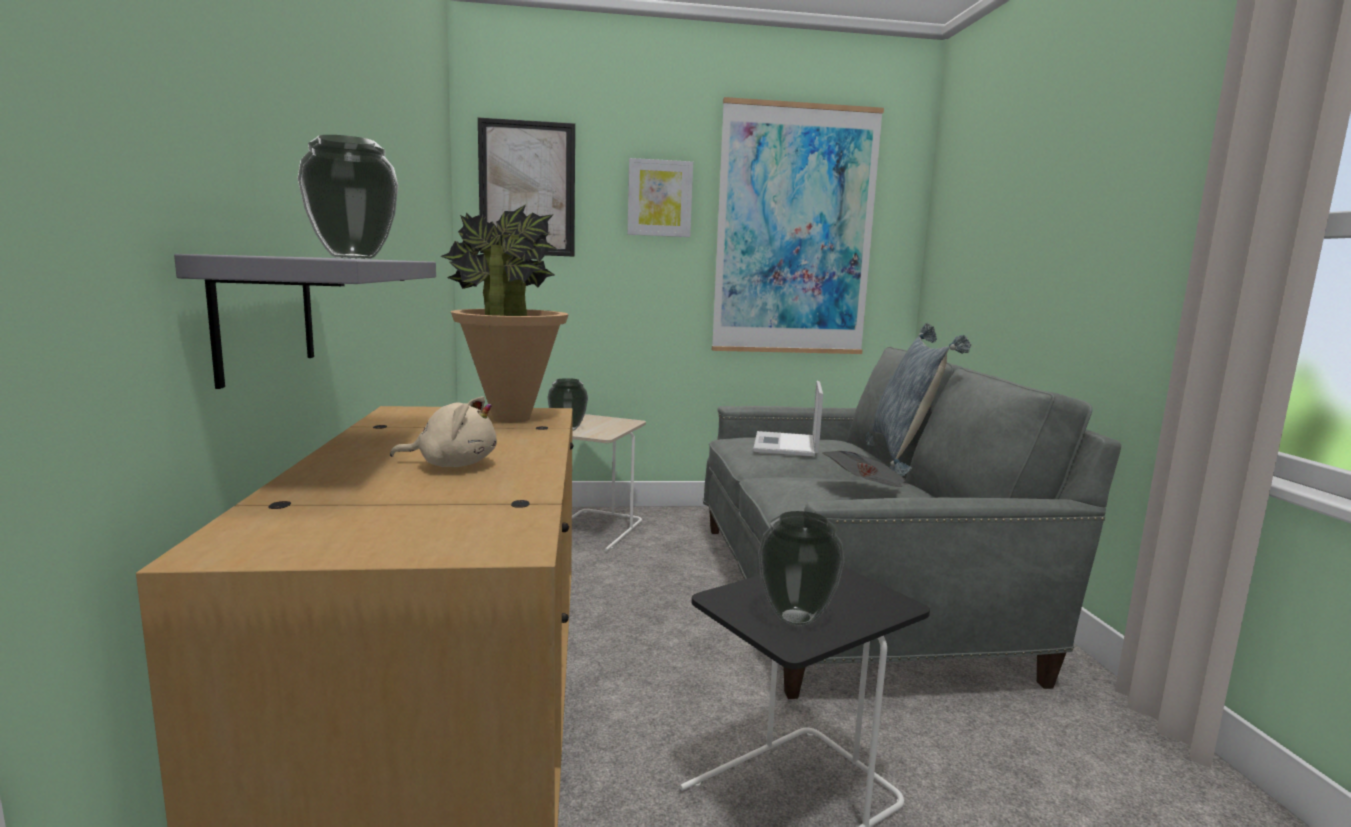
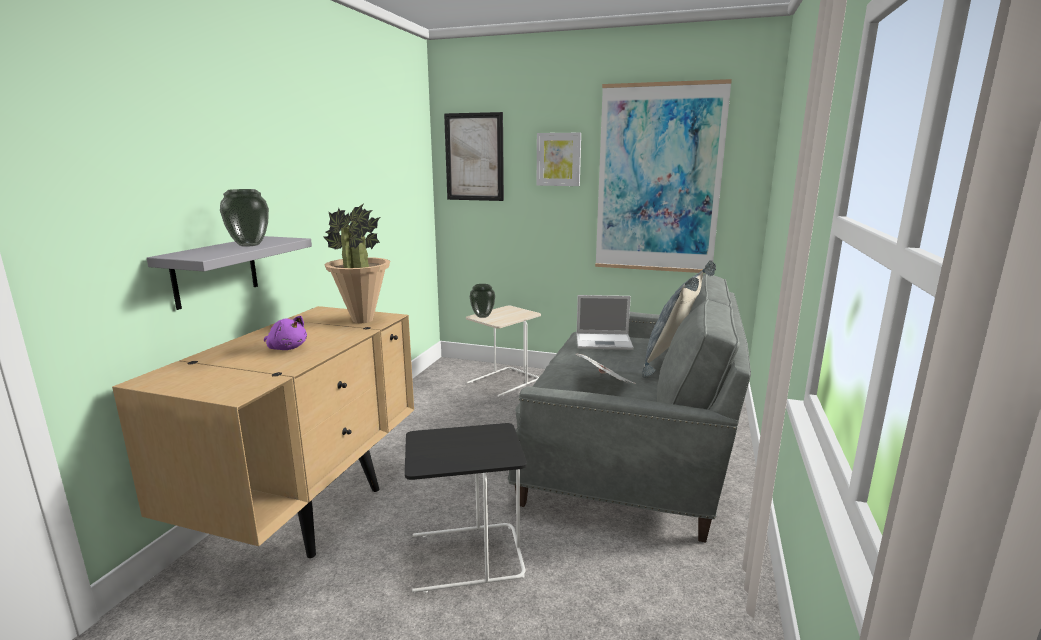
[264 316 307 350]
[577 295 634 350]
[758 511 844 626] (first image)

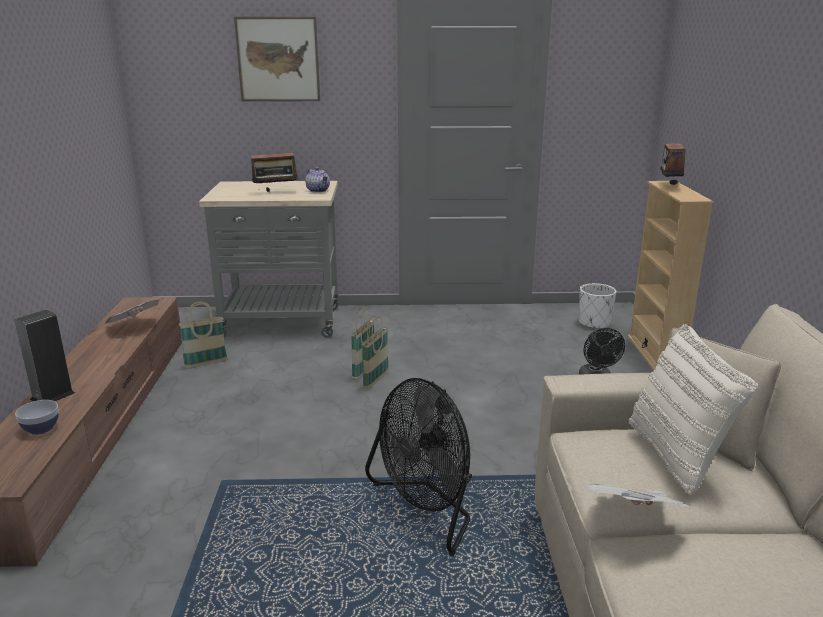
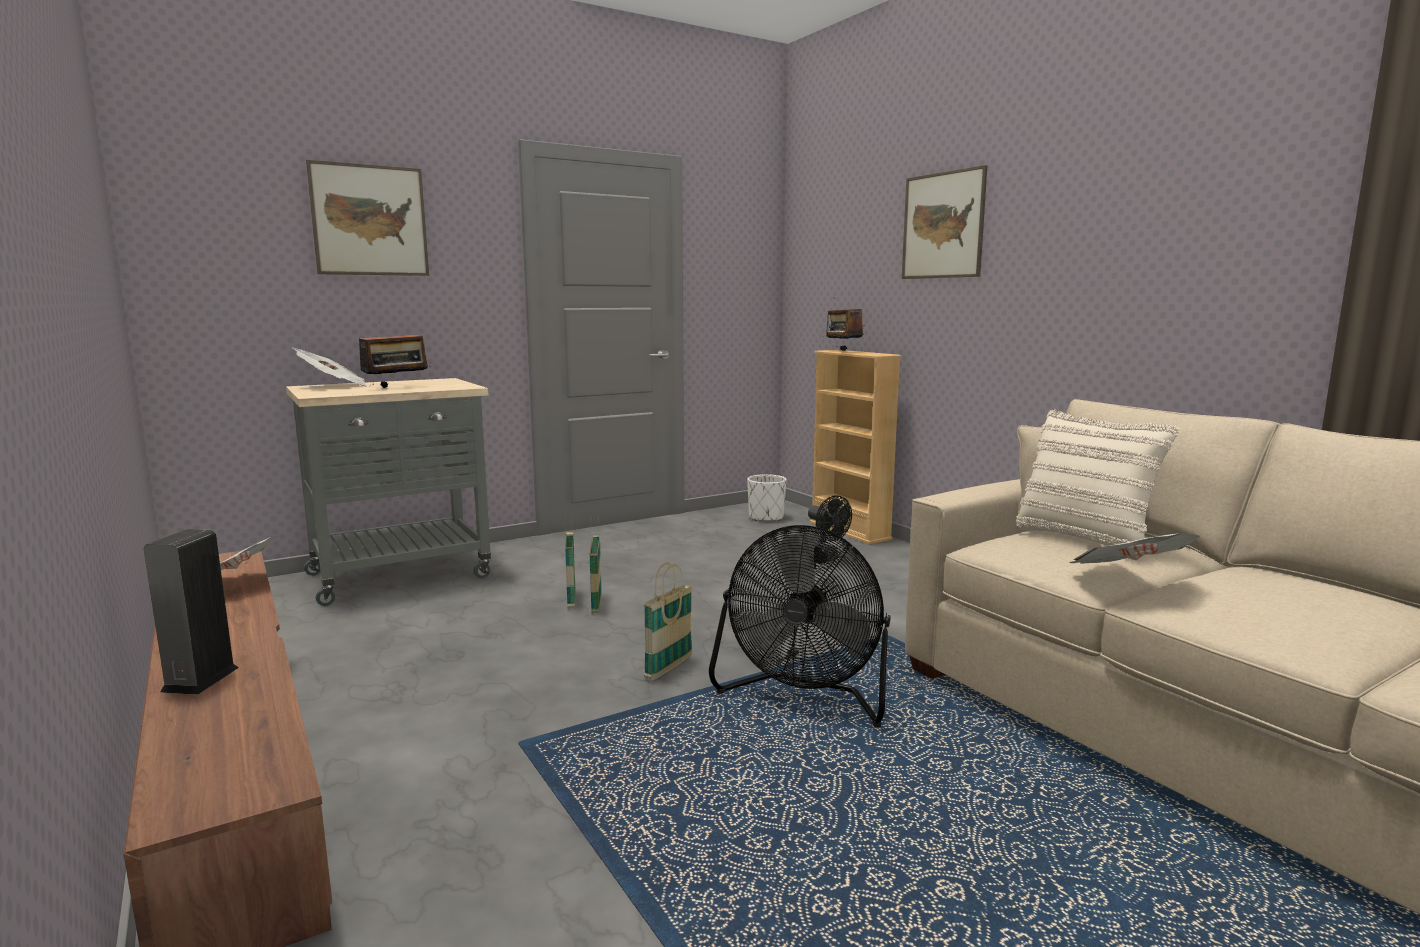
[15 400 59 435] (first image)
[644 562 692 680]
[305 167 330 193] (first image)
[293 348 368 387]
[902 165 987 279]

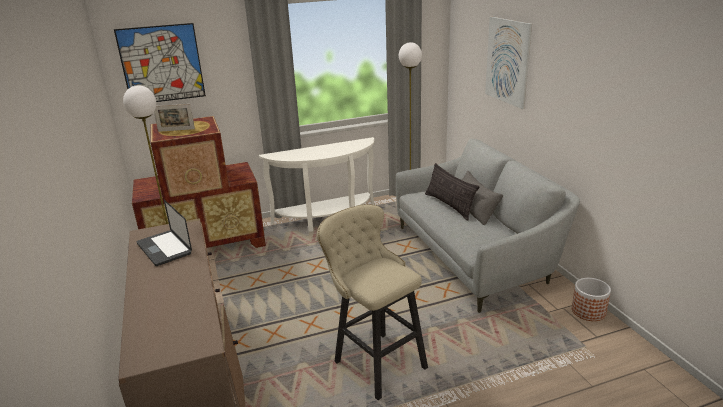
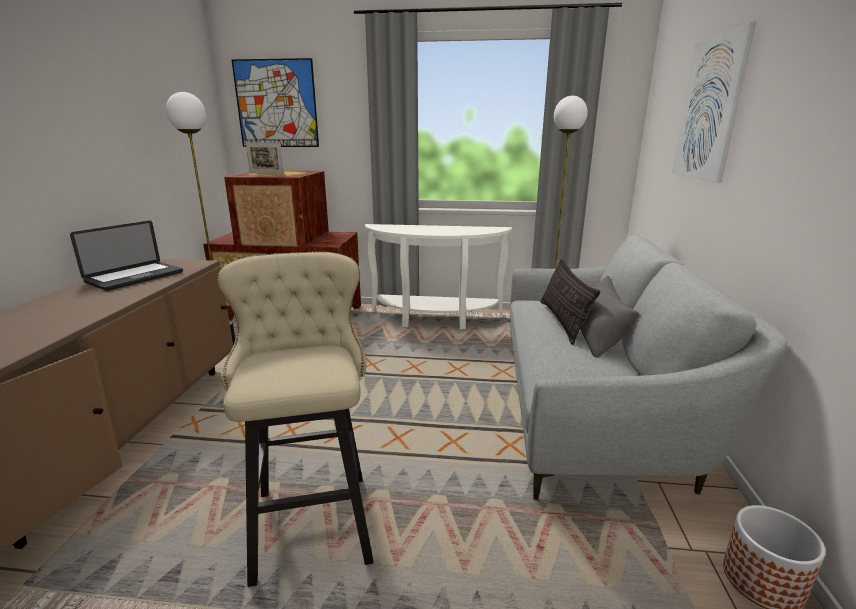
[70 221 183 291]

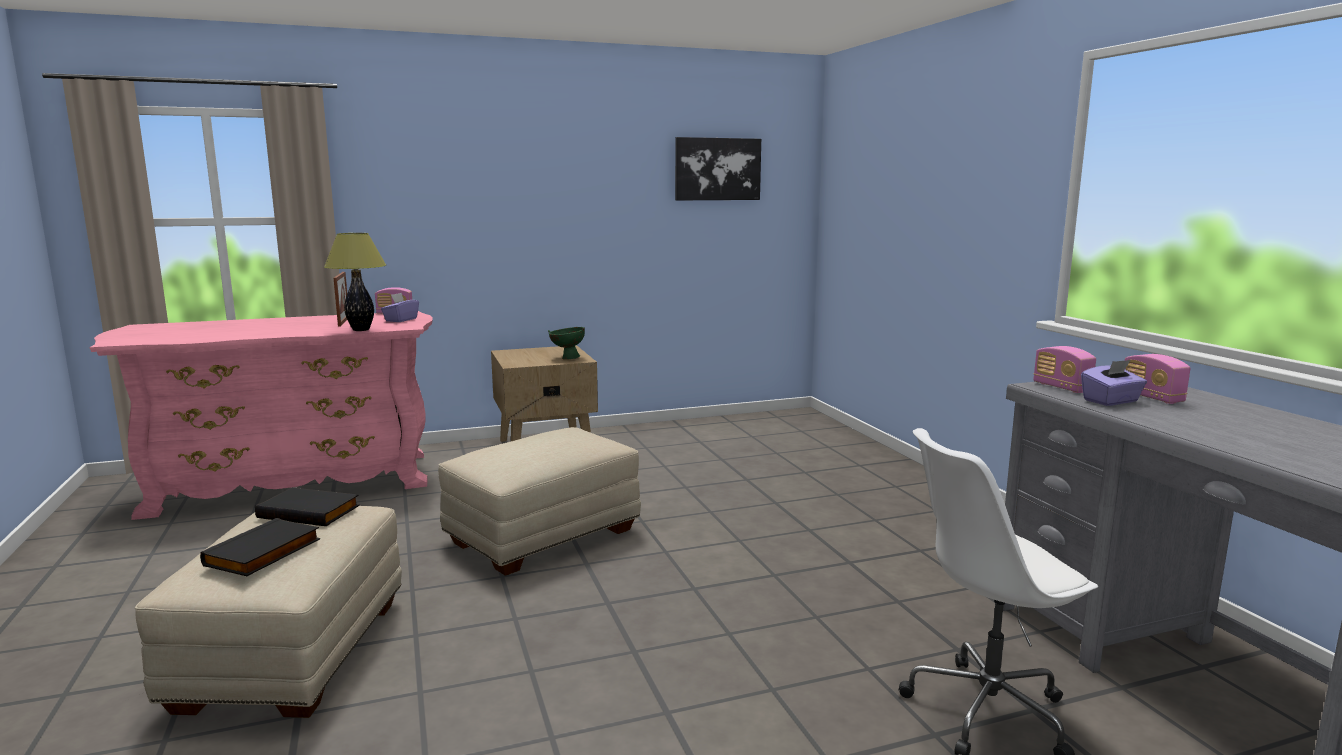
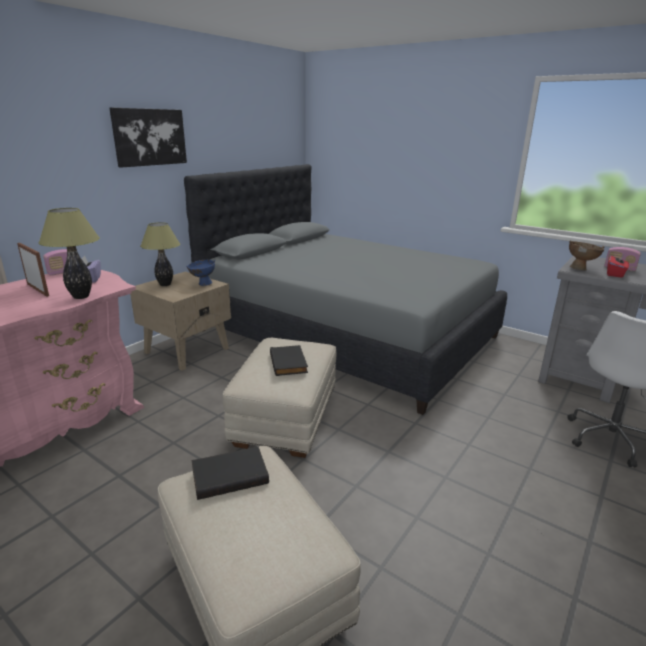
[270 345 308 376]
[186 259 215 286]
[109 108 187 168]
[569 241 605 271]
[607 254 629 278]
[140 222 180 286]
[184 164 507 415]

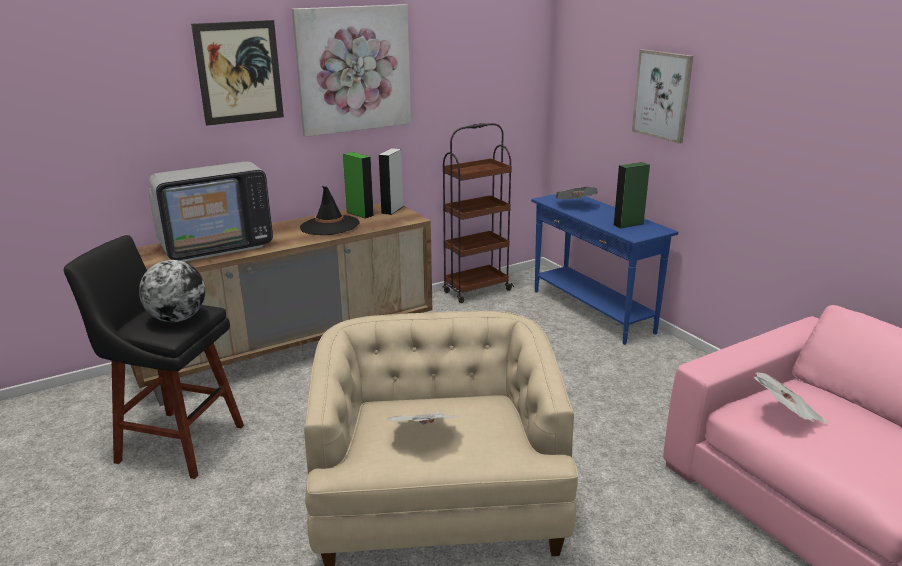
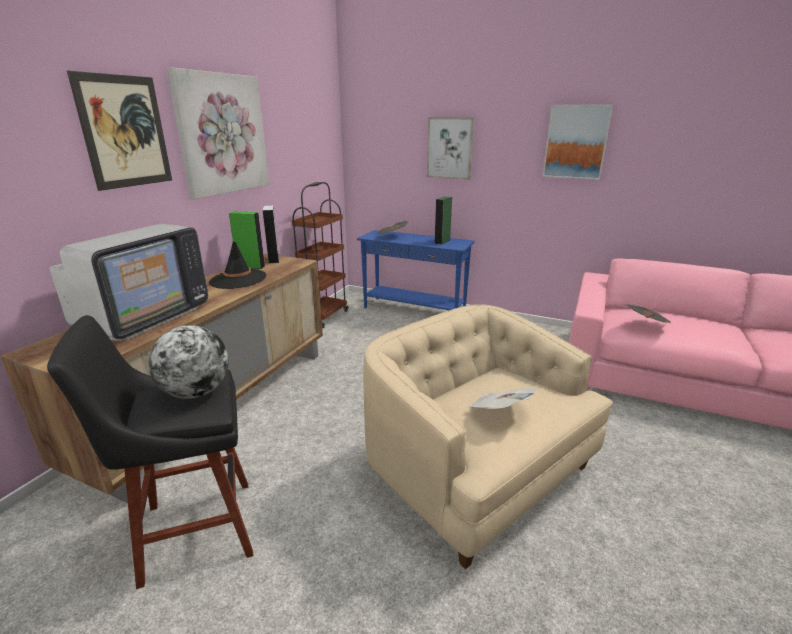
[542 104 613 180]

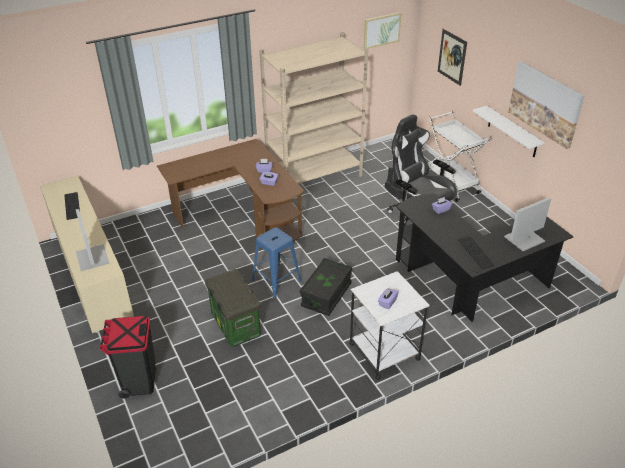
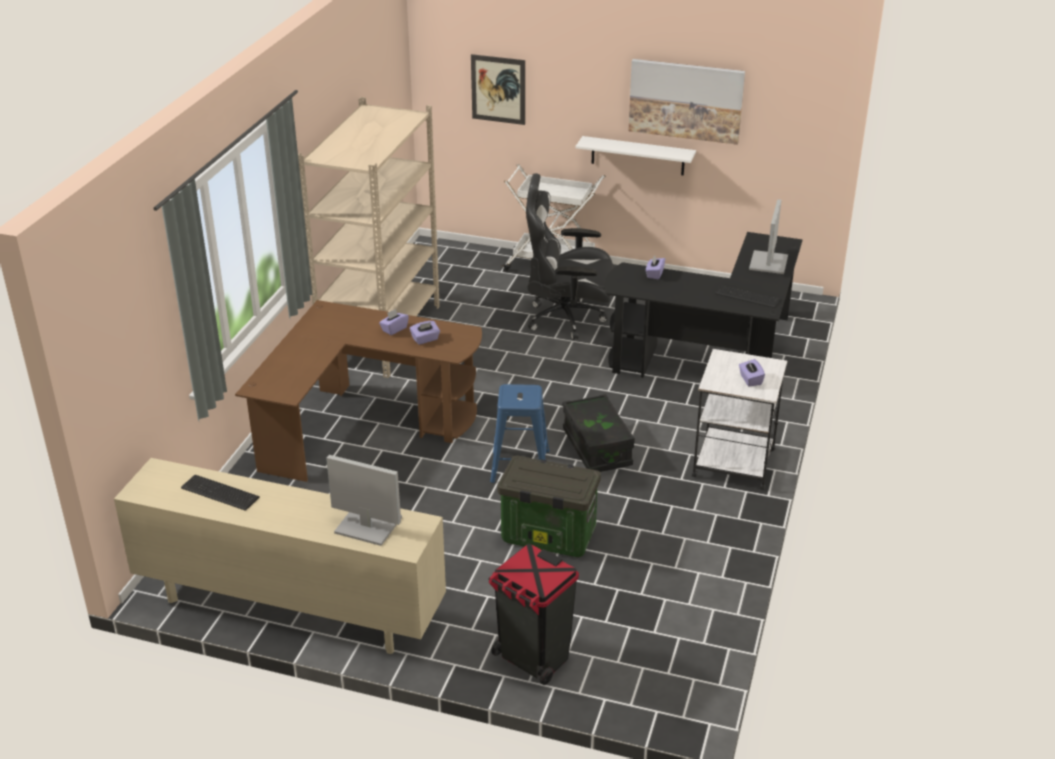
[364 12 402 49] (first image)

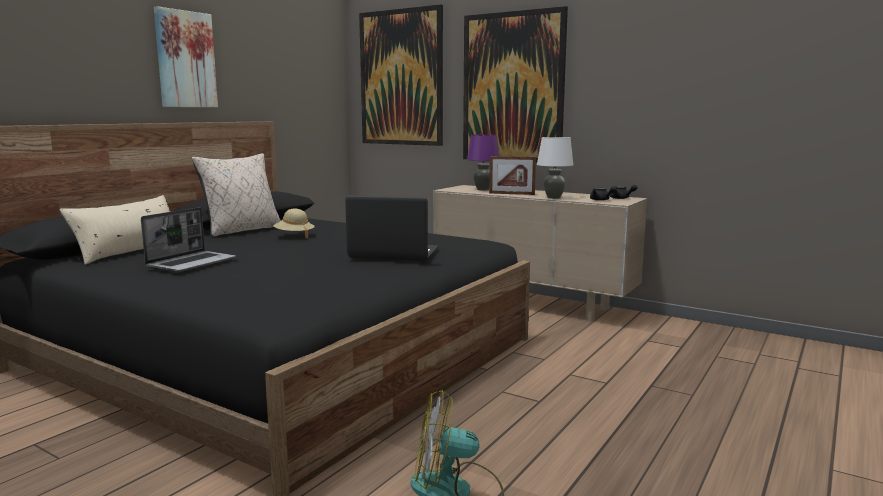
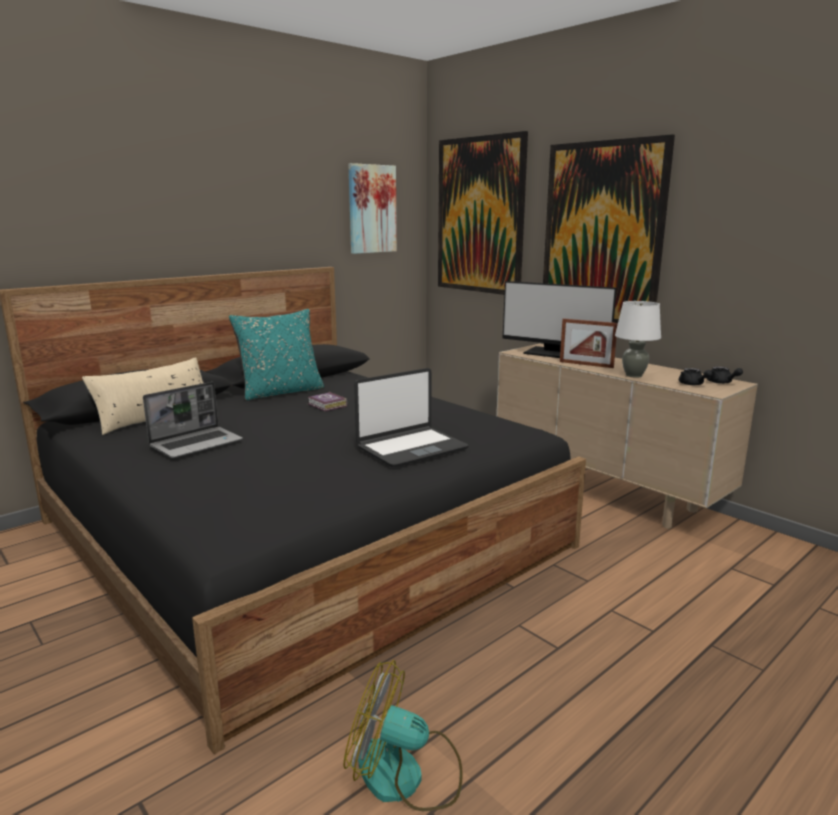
[348 163 397 254]
[229 309 324 401]
[308 392 347 412]
[354 368 469 467]
[502 281 617 358]

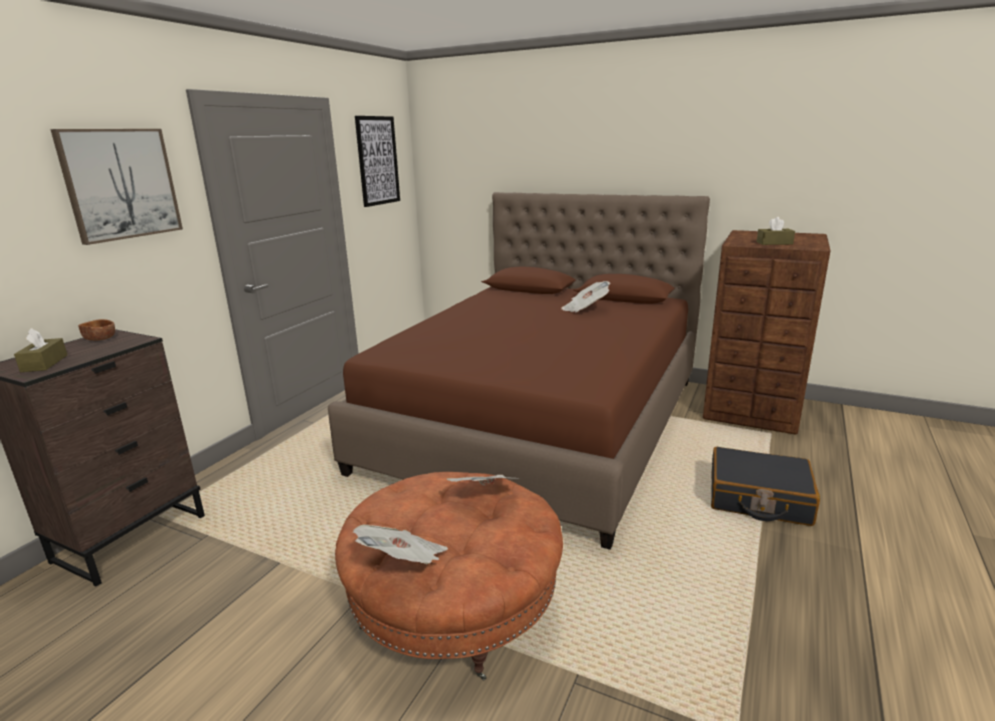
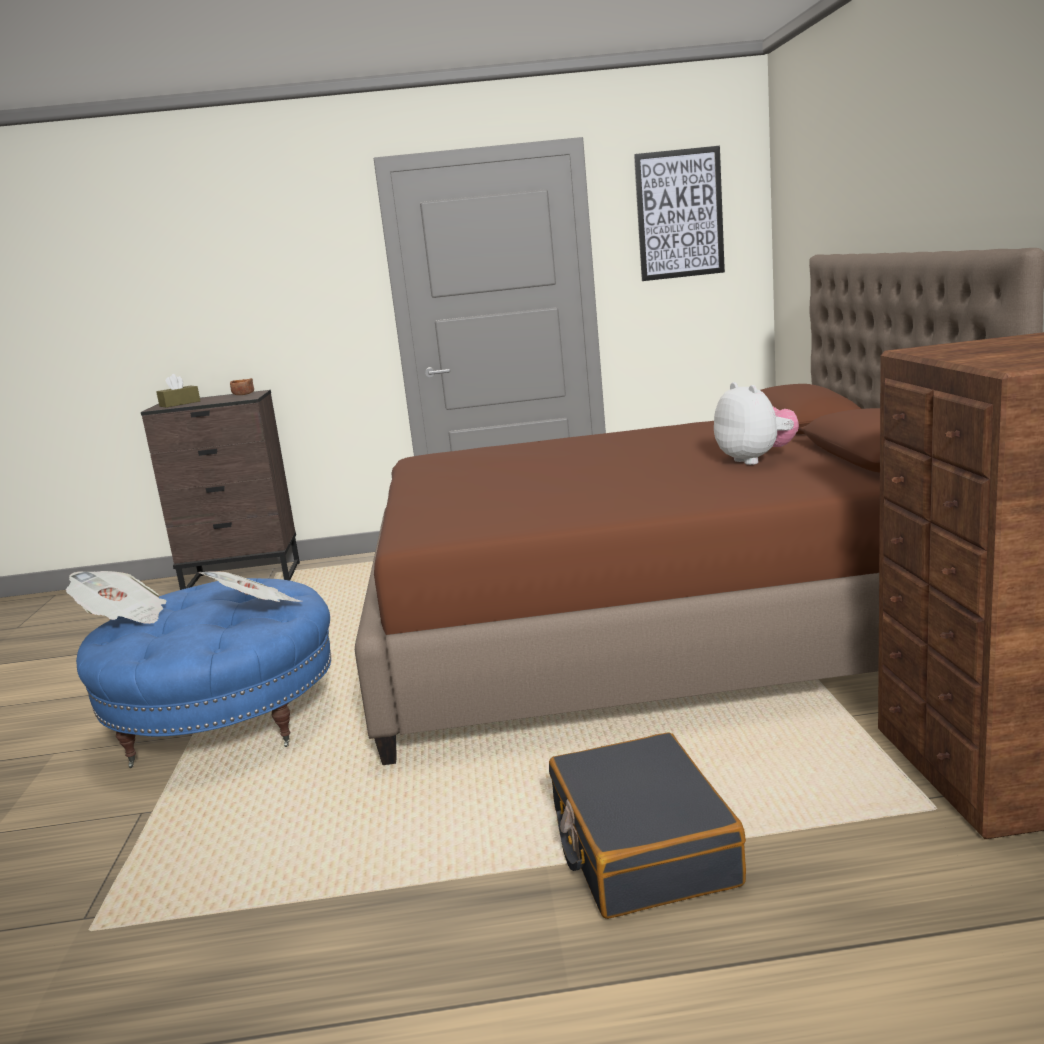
[50 129 183 245] (first image)
[76 578 331 768]
[714 382 799 465]
[757 217 795 245] (first image)

